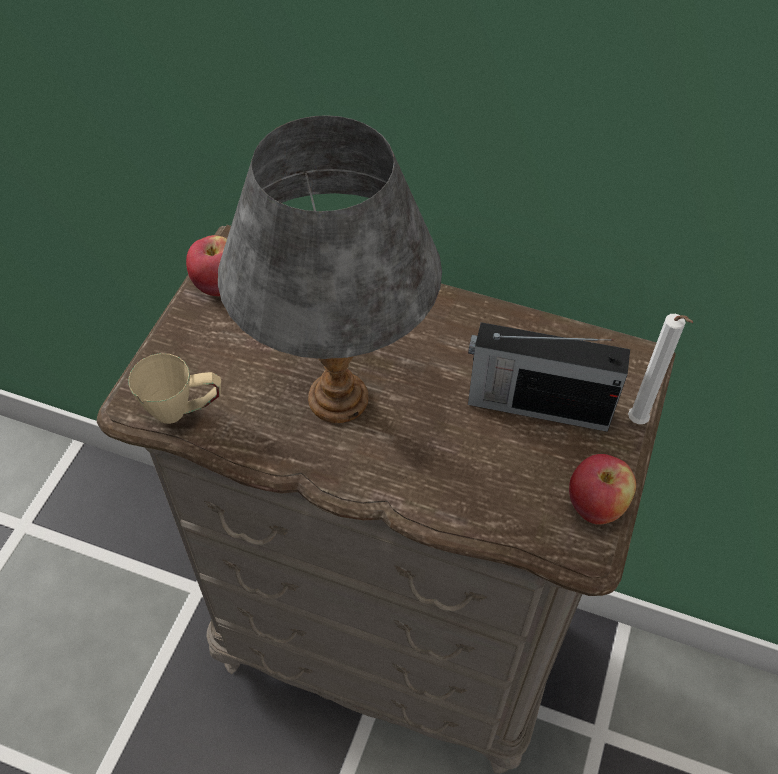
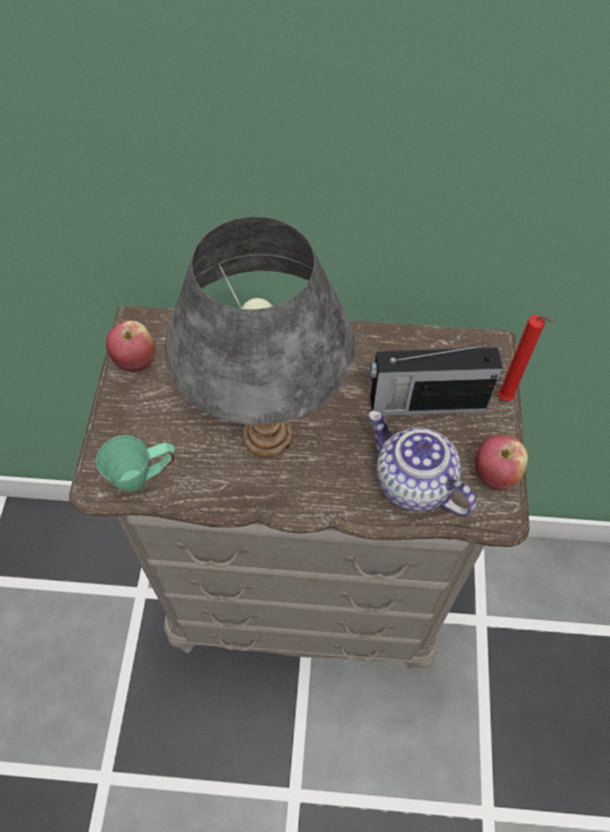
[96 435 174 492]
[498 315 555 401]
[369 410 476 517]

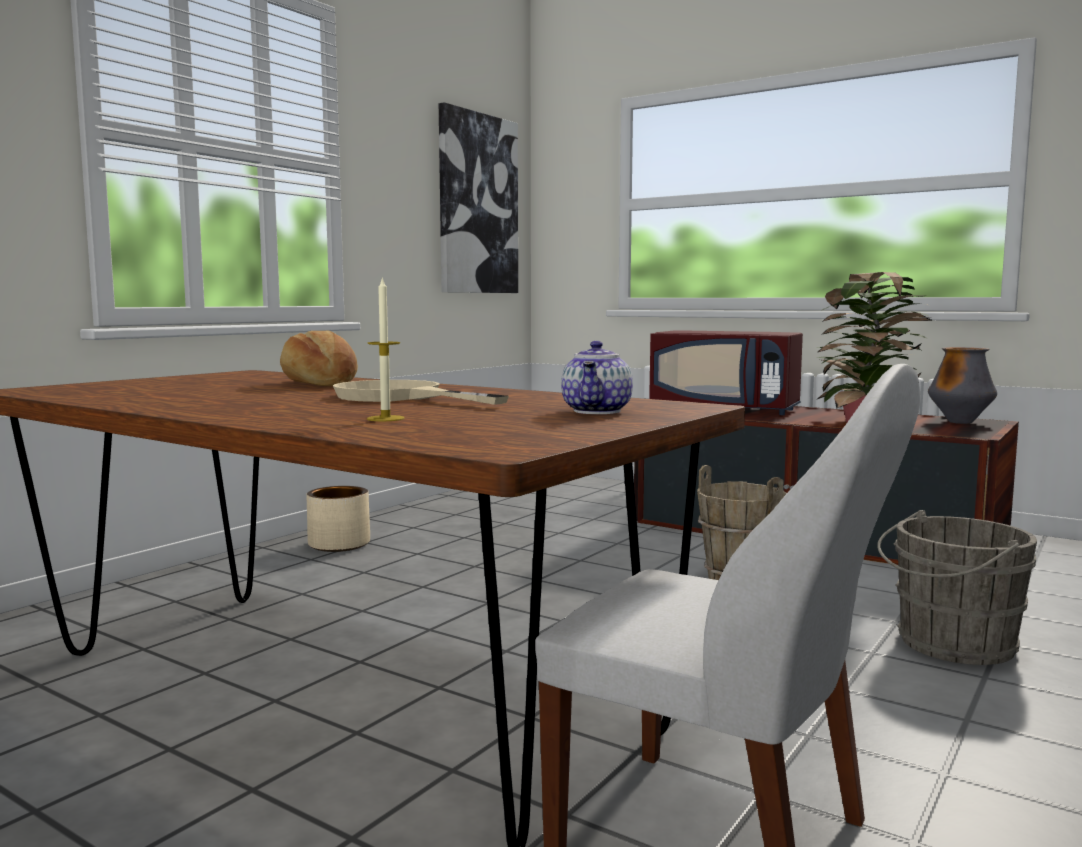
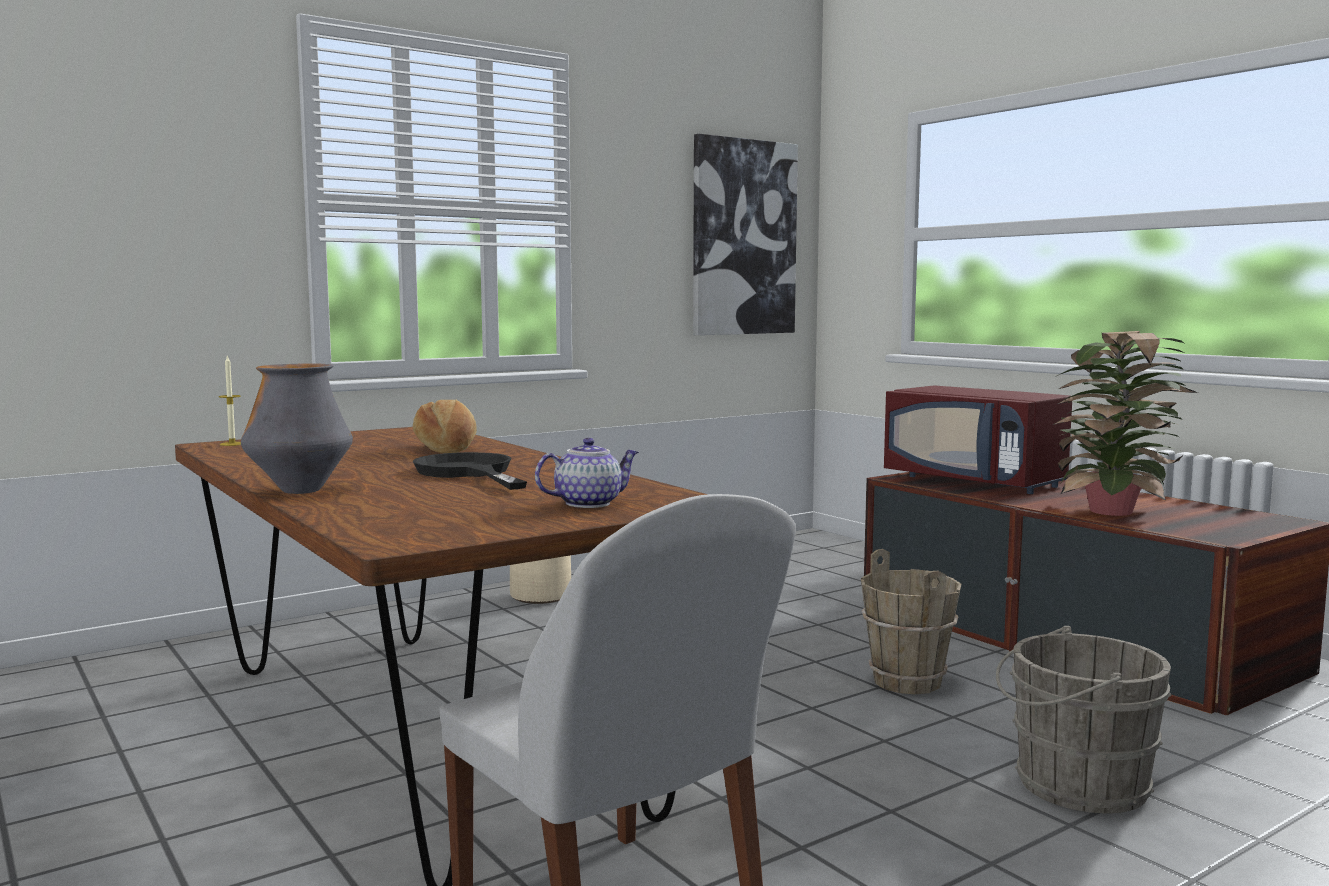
[413 452 527 490]
[219 356 241 446]
[535 438 639 508]
[241 363 353 494]

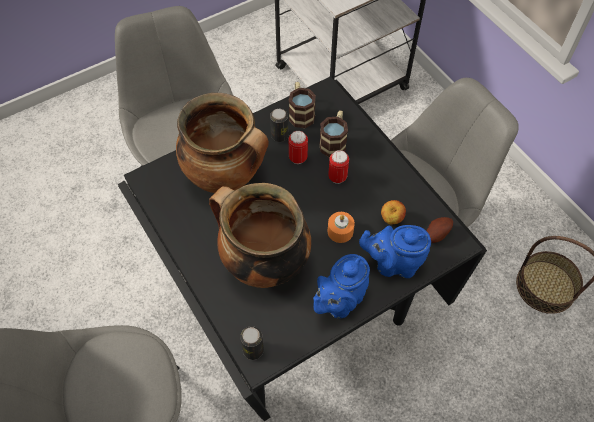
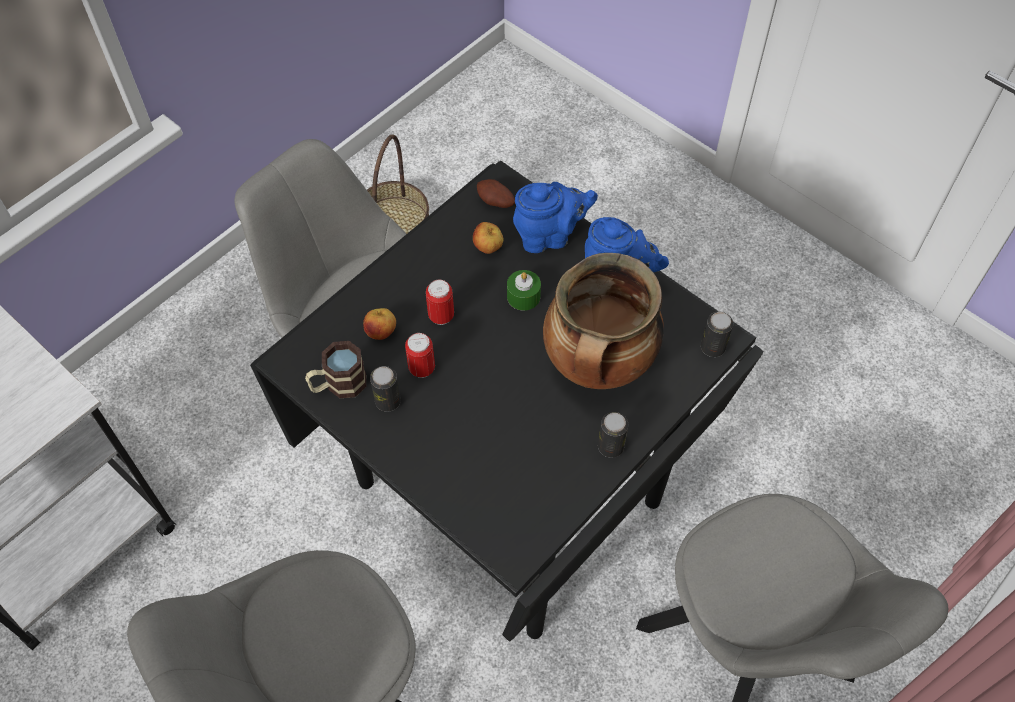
[176 93 269 193] (first image)
[363 308 396 340]
[507 270 541 311]
[513 182 598 253]
[598 412 628 458]

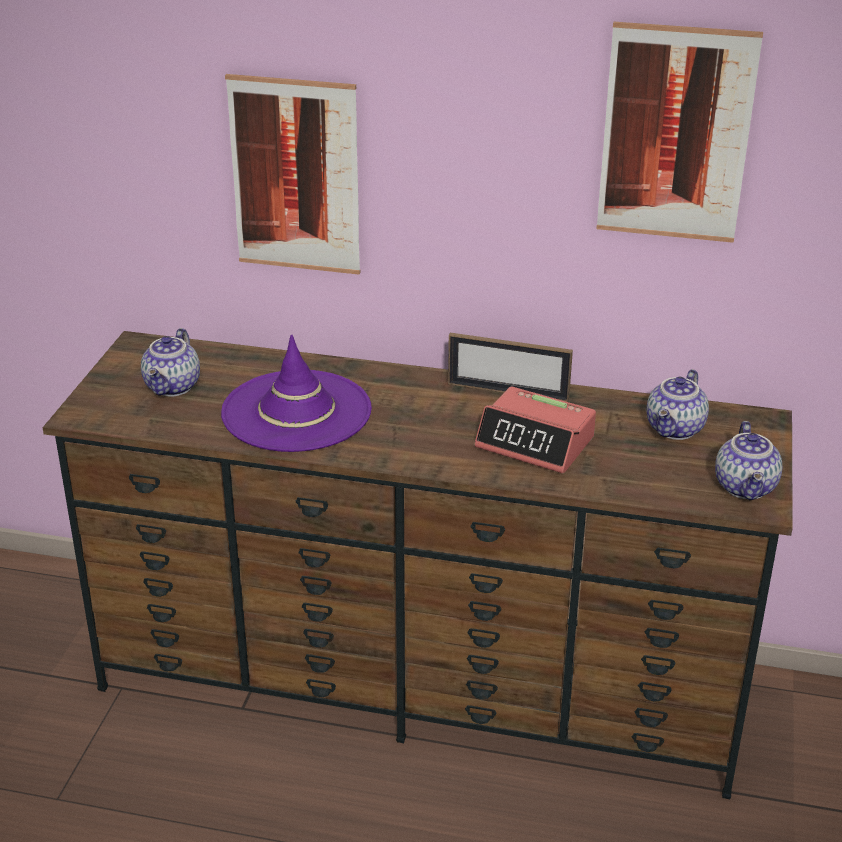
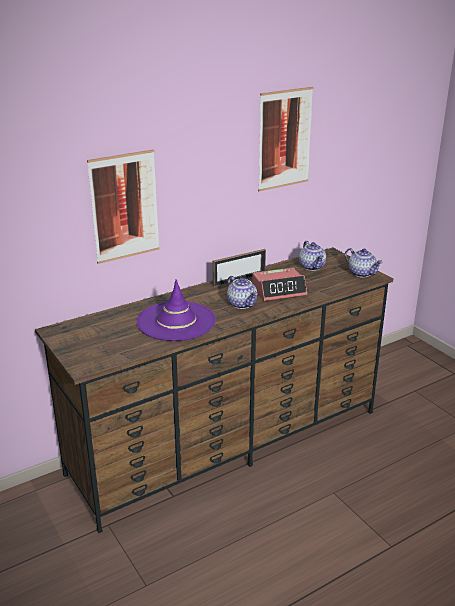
[227 276 258 309]

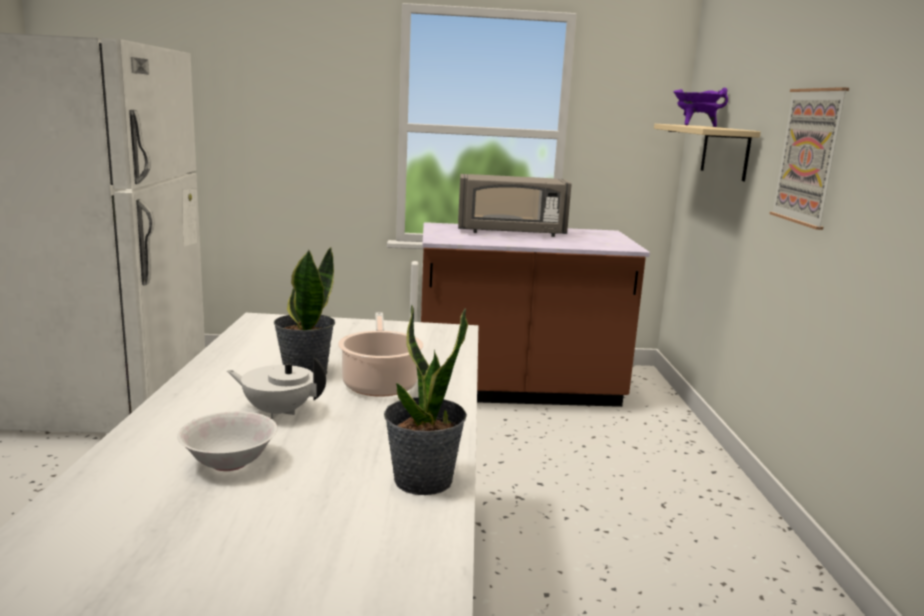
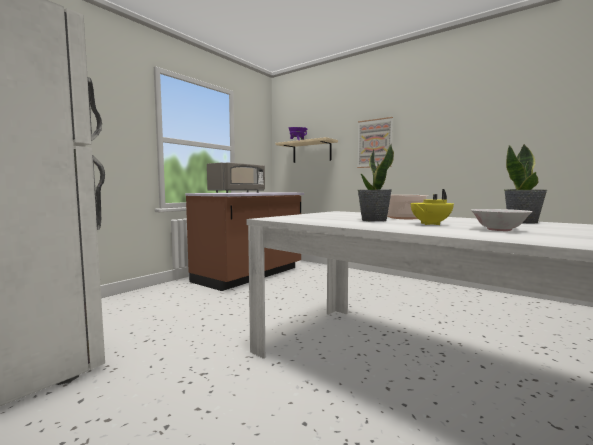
[411 189 454 225]

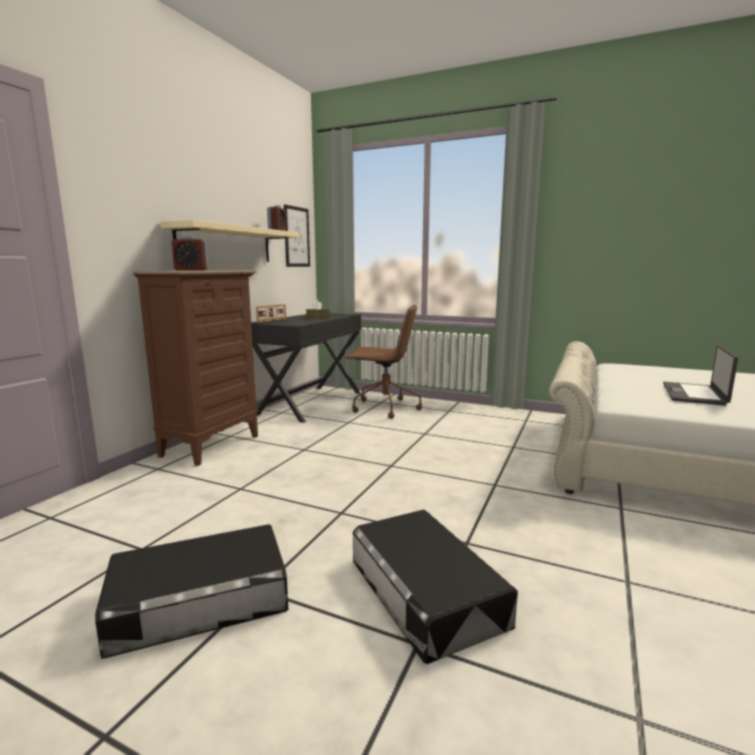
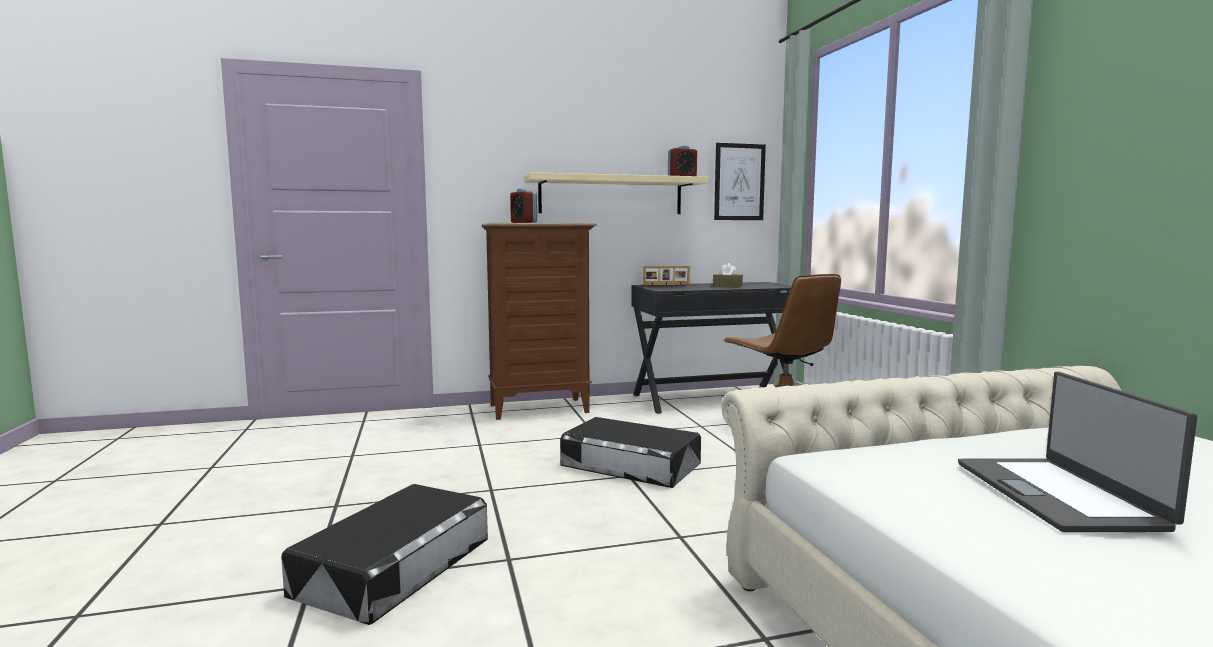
[560 417 701 488]
[958 372 1197 532]

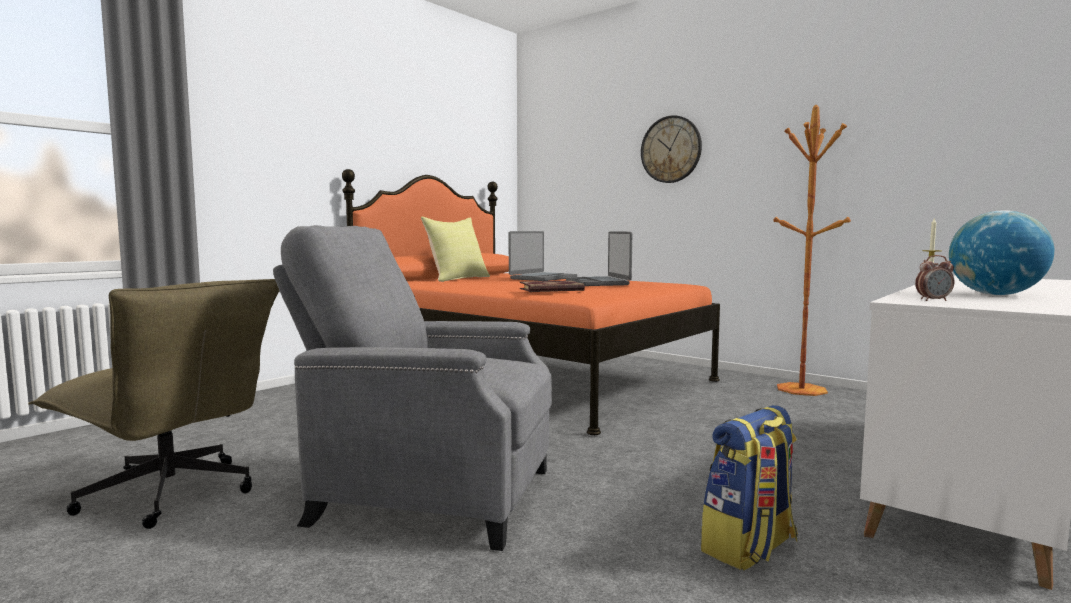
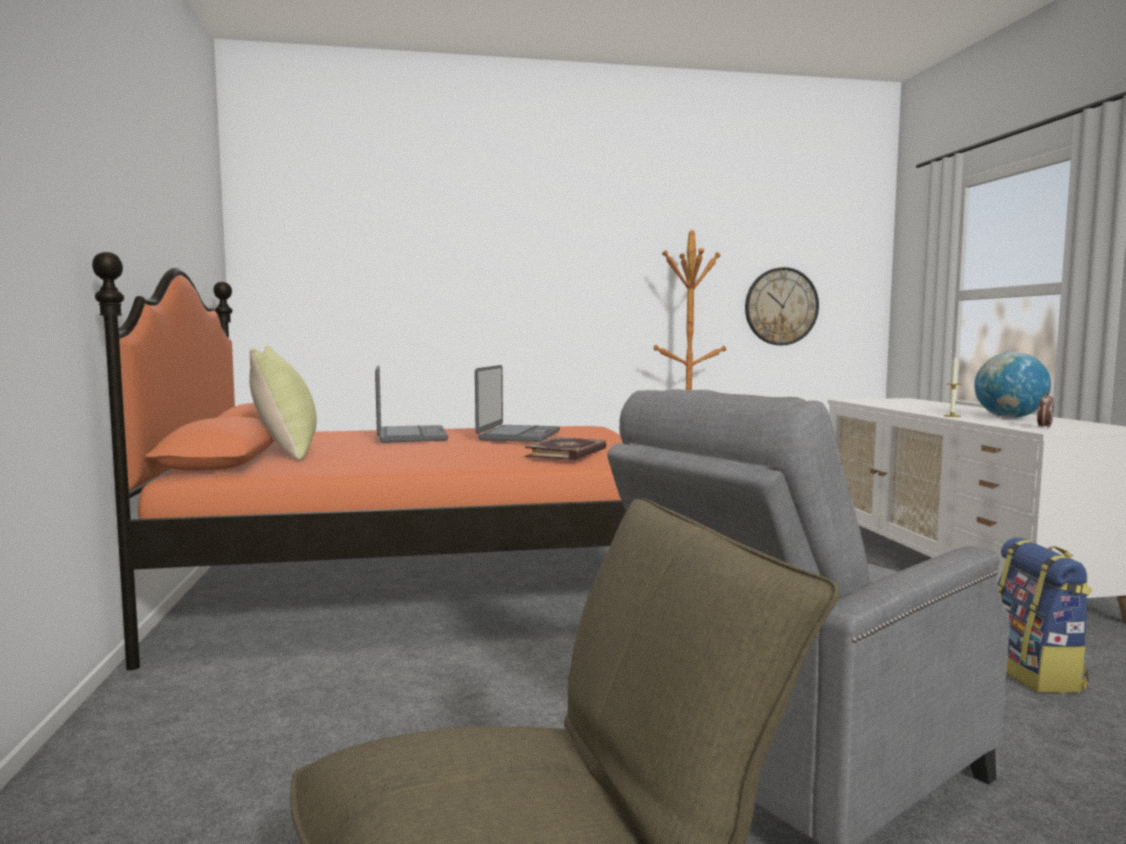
[475 365 560 442]
[745 267 819 345]

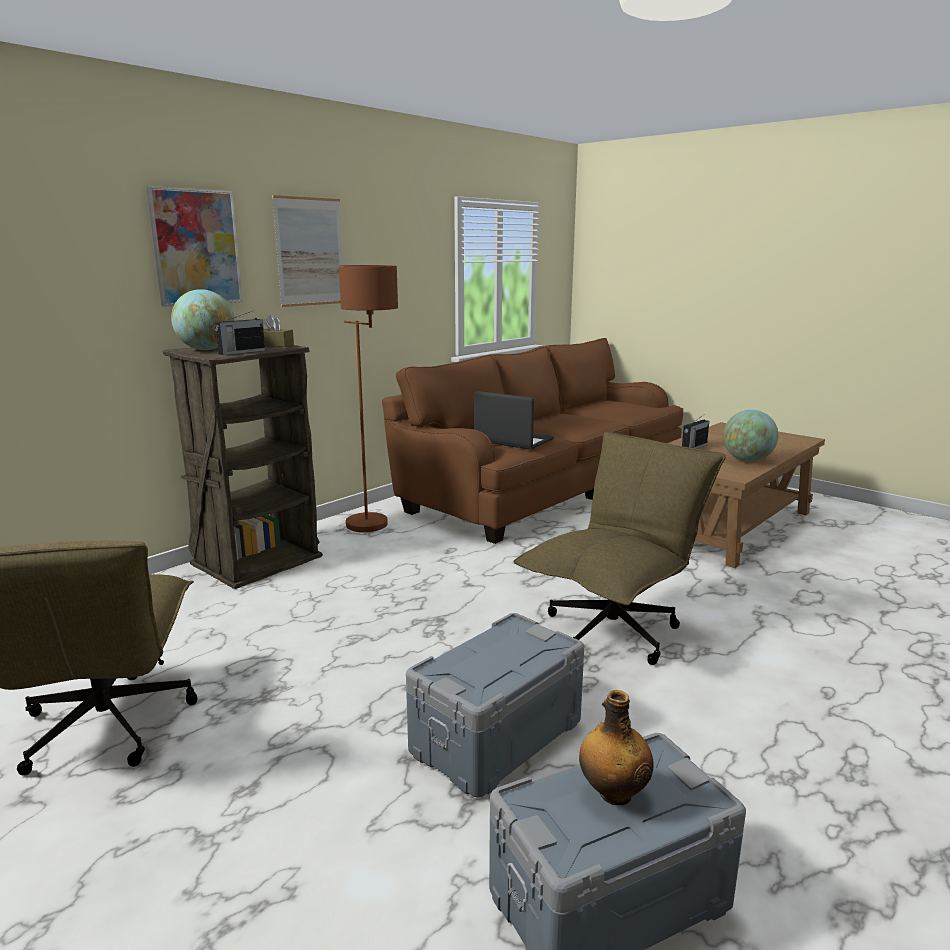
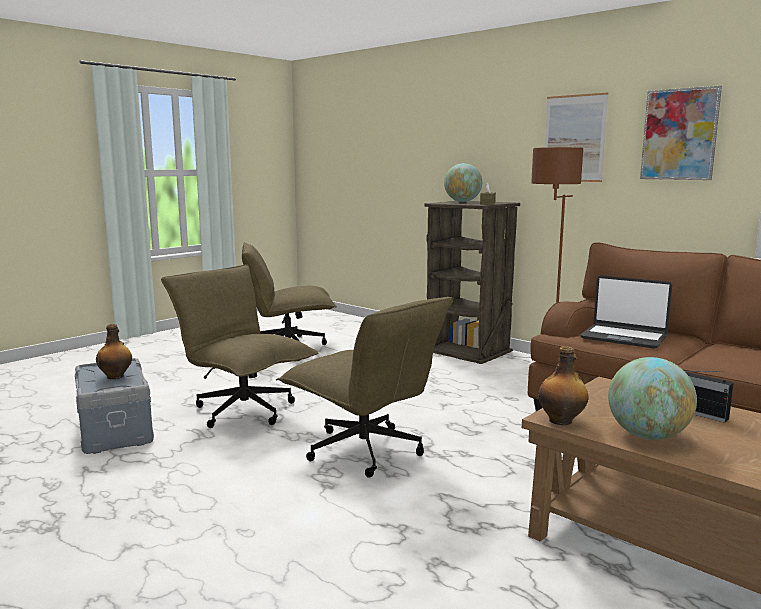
[640 86 722 180]
[215 311 265 355] (first image)
[161 264 319 428]
[580 275 672 349]
[538 346 589 425]

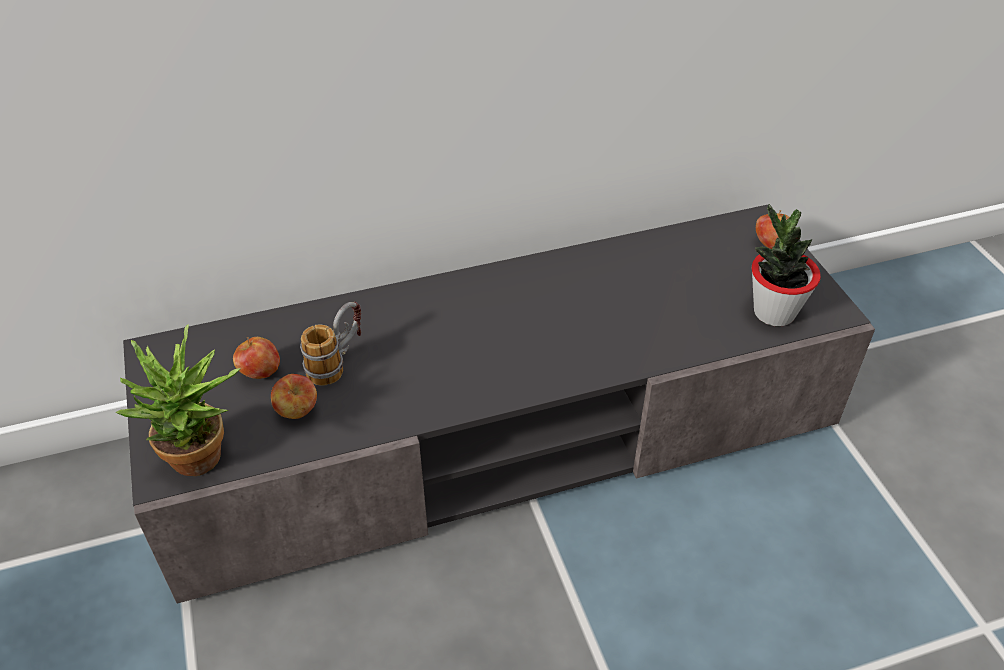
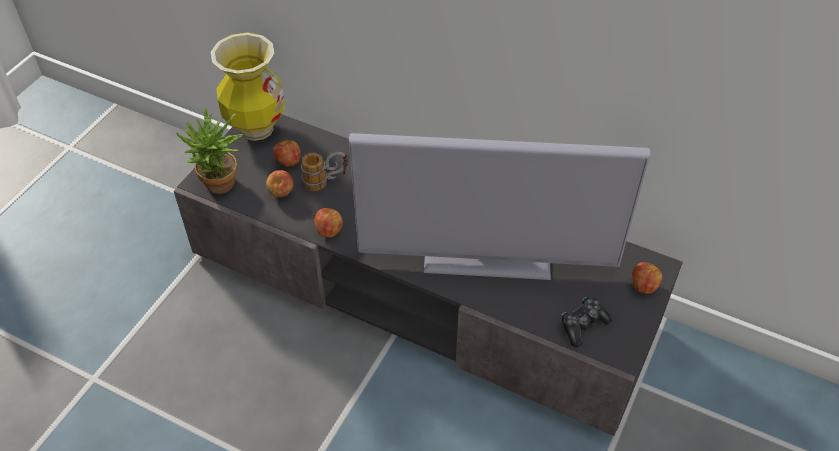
[561 297 613 347]
[211 32 285 141]
[314 208 343 238]
[349 133 650 280]

